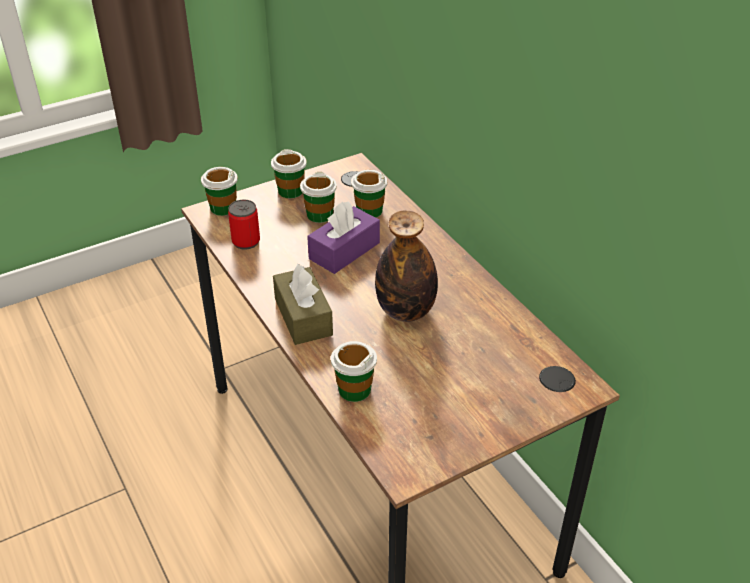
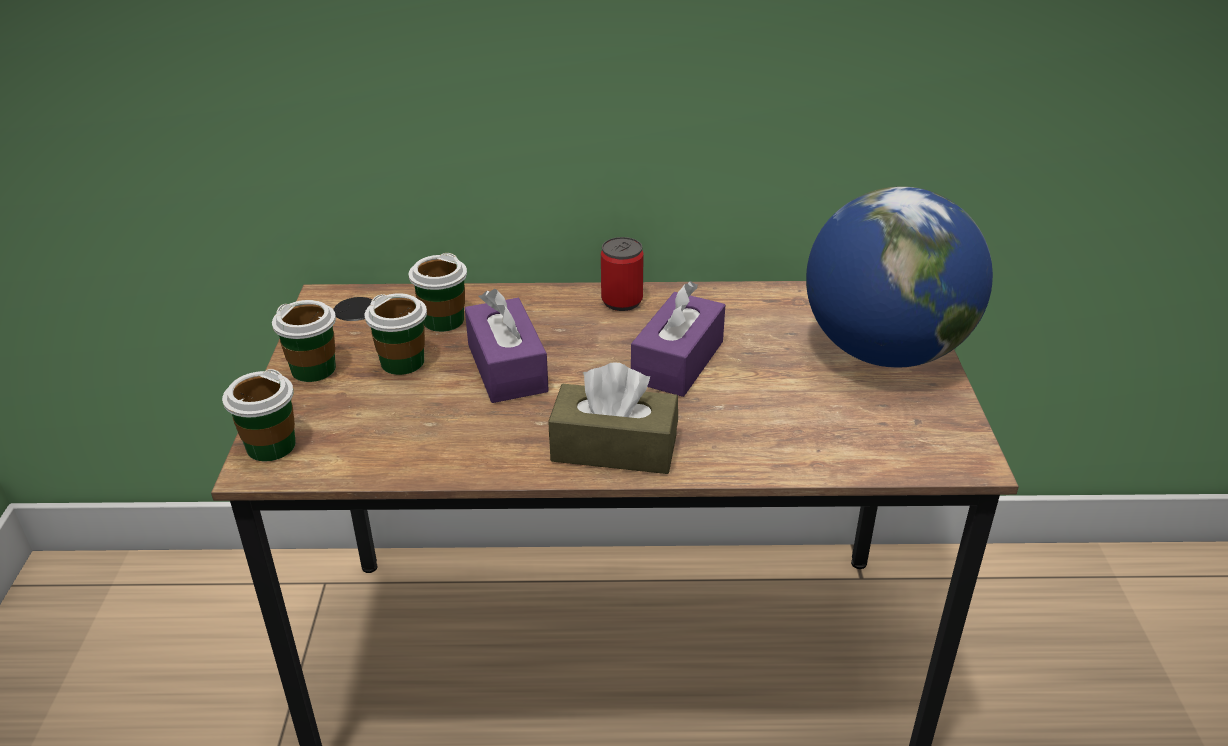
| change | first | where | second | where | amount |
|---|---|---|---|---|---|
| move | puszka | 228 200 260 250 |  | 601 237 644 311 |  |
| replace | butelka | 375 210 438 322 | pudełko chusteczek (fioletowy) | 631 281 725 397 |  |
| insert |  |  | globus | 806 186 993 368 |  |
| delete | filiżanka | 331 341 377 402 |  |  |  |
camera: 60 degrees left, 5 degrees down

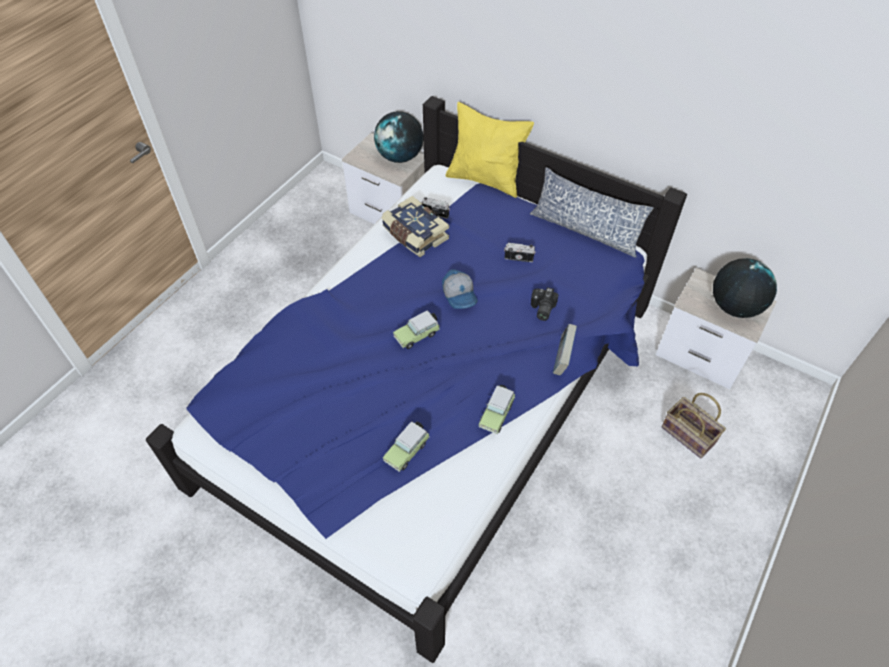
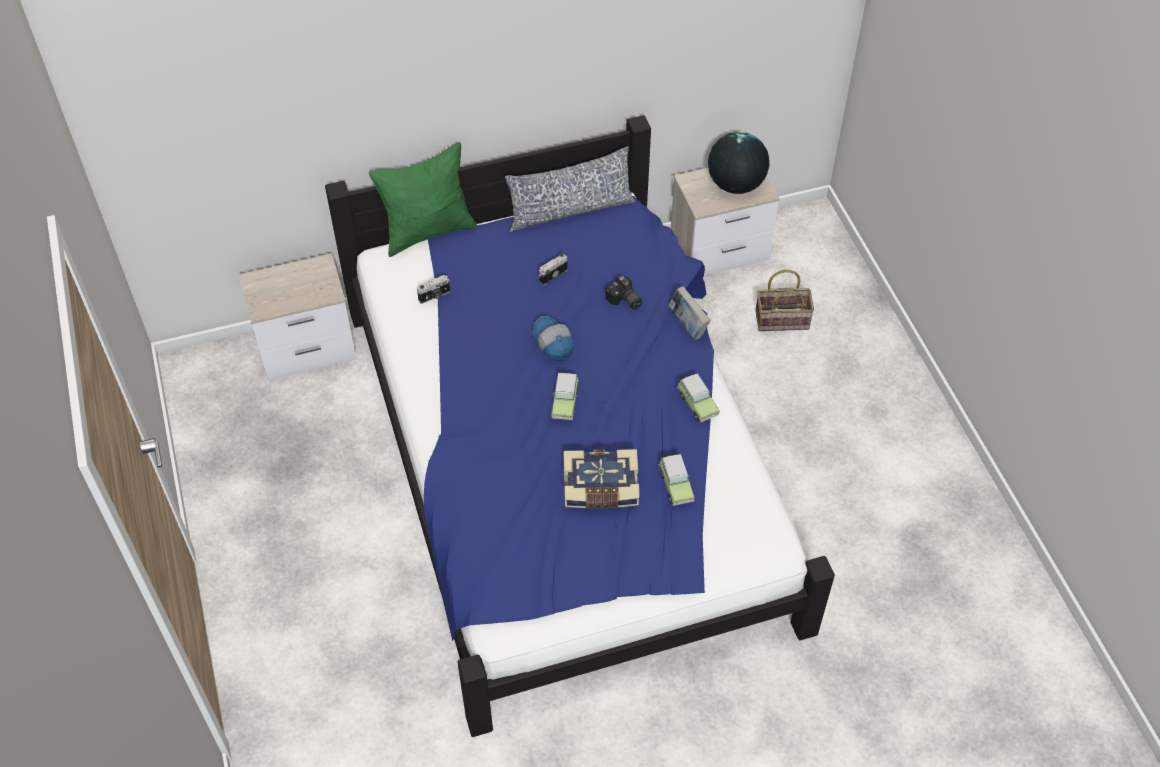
| change | first | where | second | where | amount |
|---|---|---|---|---|---|
| recolor | poduszka (żółty) | 446 102 534 198 | poduszka (zielony) | 369 142 477 257 |  |
| rotate | czapka z daszkiem | 442 269 478 309 |  | 532 316 574 361 | 135 degrees counterclockwise |
| move | książka | 381 196 449 257 |  | 563 449 639 508 |  |
| delete | globus | 374 111 424 163 |  |  |  |
camera: 50 degrees left, 0 degrees up

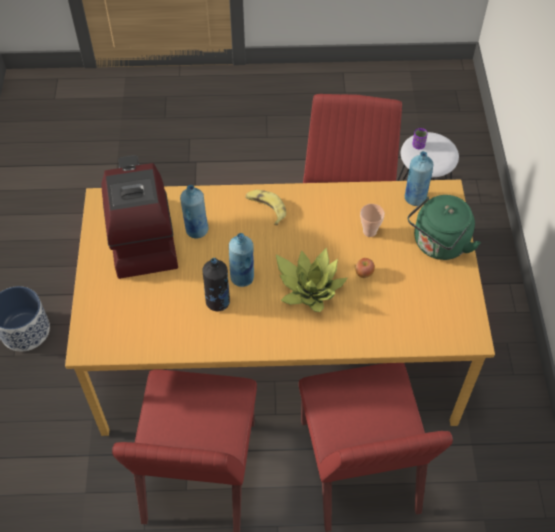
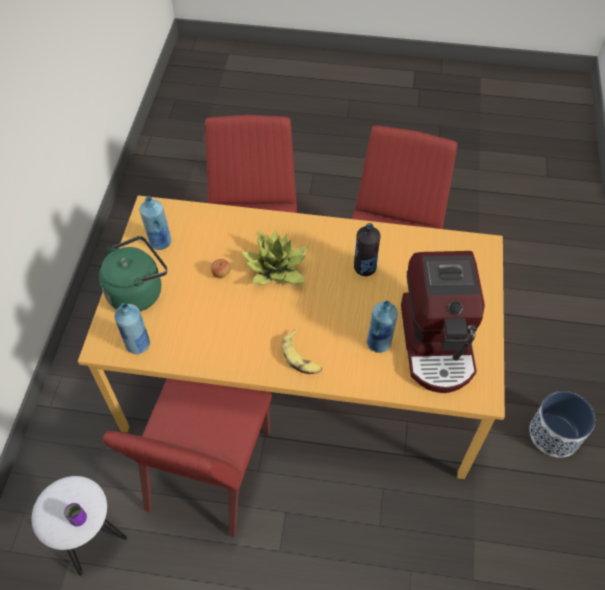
| change | first | where | second | where | amount |
|---|---|---|---|---|---|
| move | butelka (niebieski) | 229 233 254 287 |  | 140 196 171 250 |  |
| delete | filiżanka | 360 204 385 237 |  |  |  |
camera: 170 degrees left, 0 degrees up

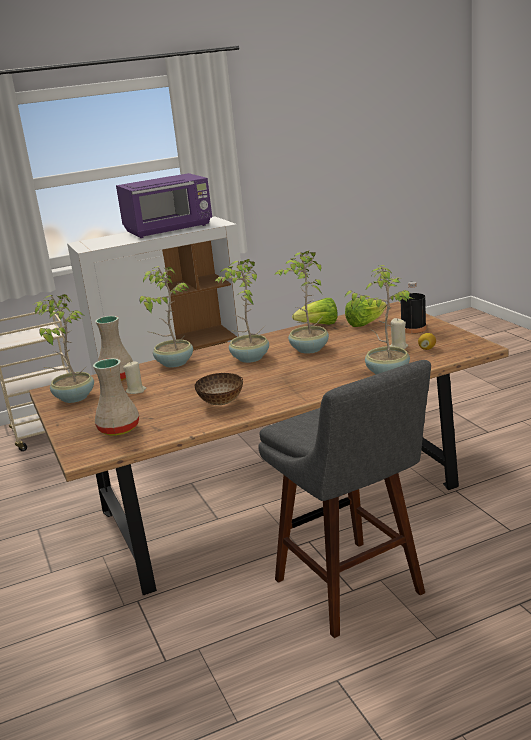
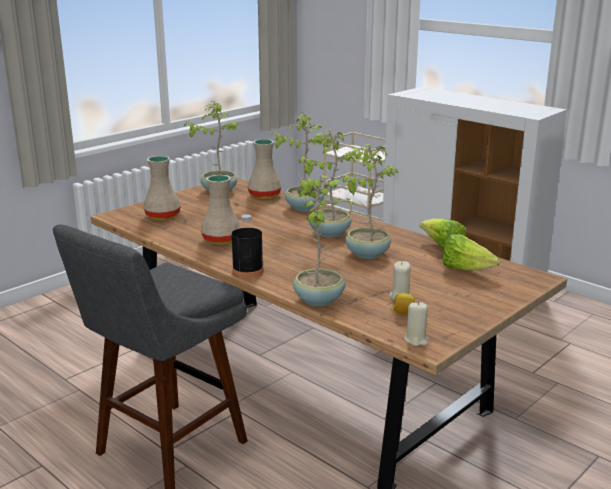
| change | first | where | second | where | amount |
|---|---|---|---|---|---|
| replace | miska | 195 373 243 405 | wazon (beżowy) | 201 175 241 244 |  |
| move | butelka (czarny) | 401 281 427 334 |  | 232 214 263 278 |  |
| move | świeca (beżowy) | 123 362 146 394 |  | 404 302 428 346 |  |
| delete | mikrofalówka (fioletowy) | 116 173 212 238 |  |  |  |
camera: 65 degrees right, 0 degrees up

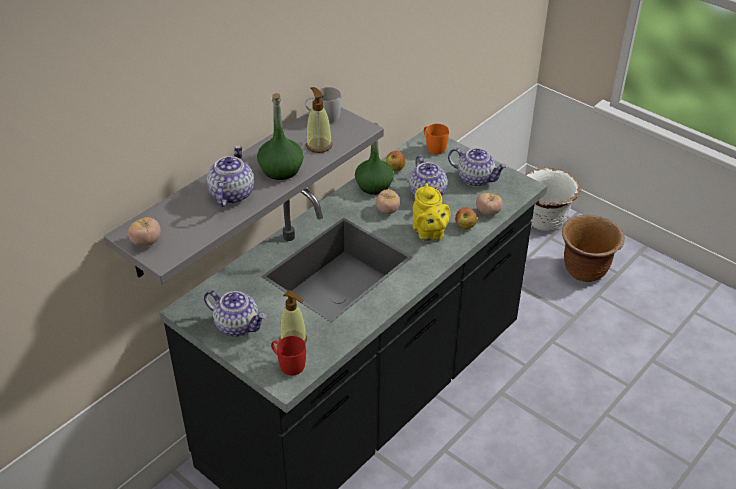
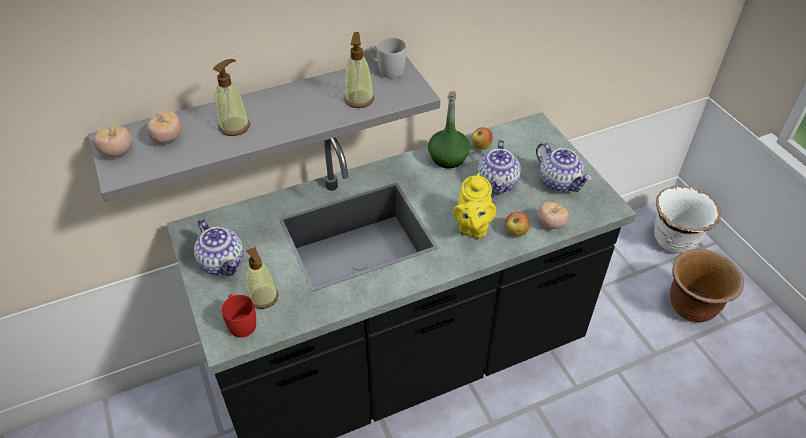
| change | first | where | second | where | amount |
|---|---|---|---|---|---|
| move | pomidor | 376 189 400 214 |  | 147 111 182 144 |  |
| replace | imbryk | 207 145 254 207 | dozownik mydła | 213 59 250 136 |  |
| delete | butelka (zielony) | 257 93 304 180 |  |  |  |
| delete | kubek (pomarańczowy) | 424 124 449 155 |  |  |  |
camera: 25 degrees right, 5 degrees up

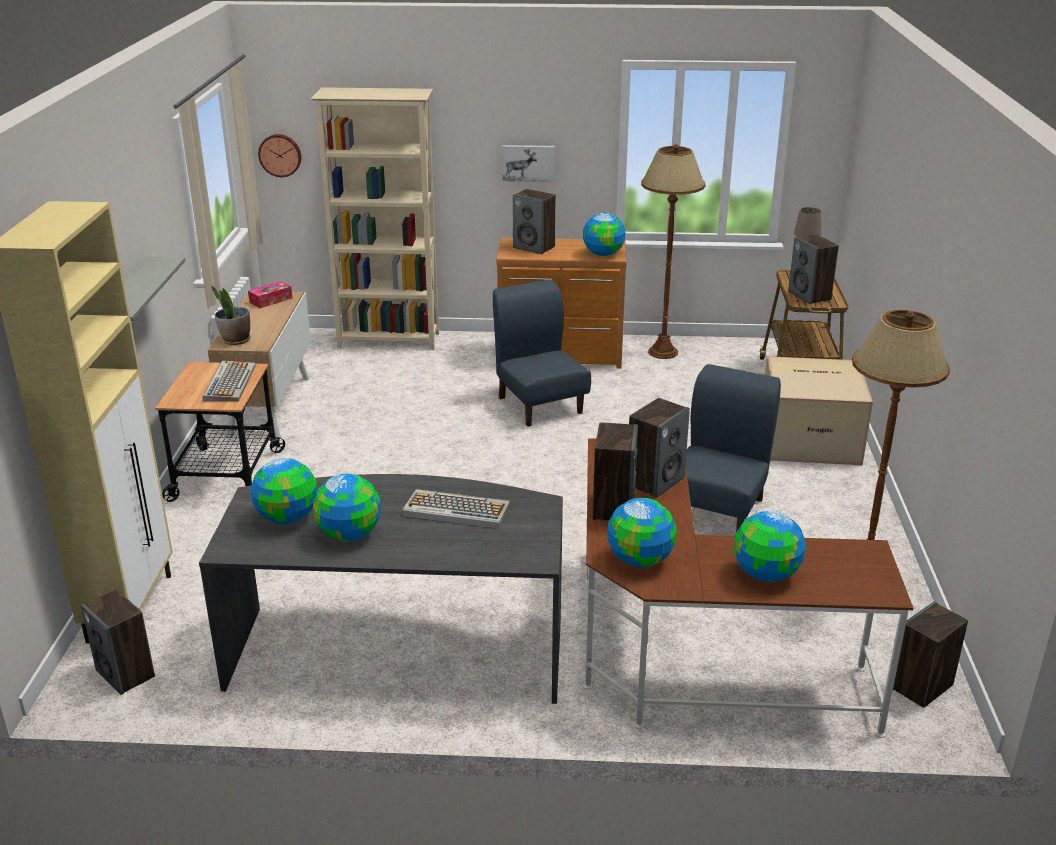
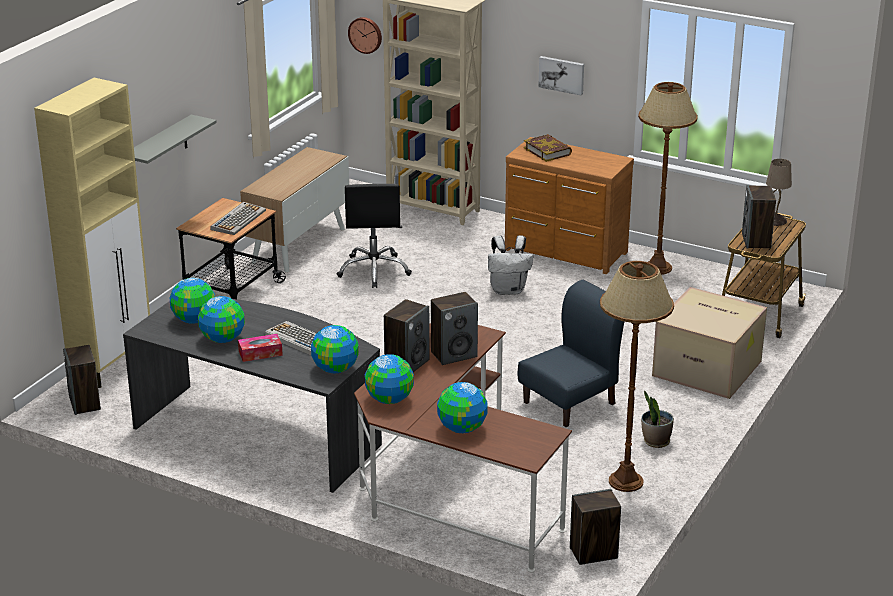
| change | first | where | second | where | amount |
|---|---|---|---|---|---|
| move | pudełko chusteczek | 248 281 292 308 |  | 238 334 283 362 |  |
| move | globus | 583 213 626 256 |  | 311 325 359 373 |  |
| insert |  |  | krzesło biurowe (czarny) | 337 184 412 288 |  |
| replace | krzesło (niebieski) | 493 279 591 427 | plecak (biały) | 488 235 533 295 |  |
| replace | głośnik | 513 189 556 254 | książka | 524 134 572 162 |  |
| move | roślina doniczkowa | 212 286 251 345 |  | 641 390 674 448 |  |
camera: 25 degrees right, 0 degrees up

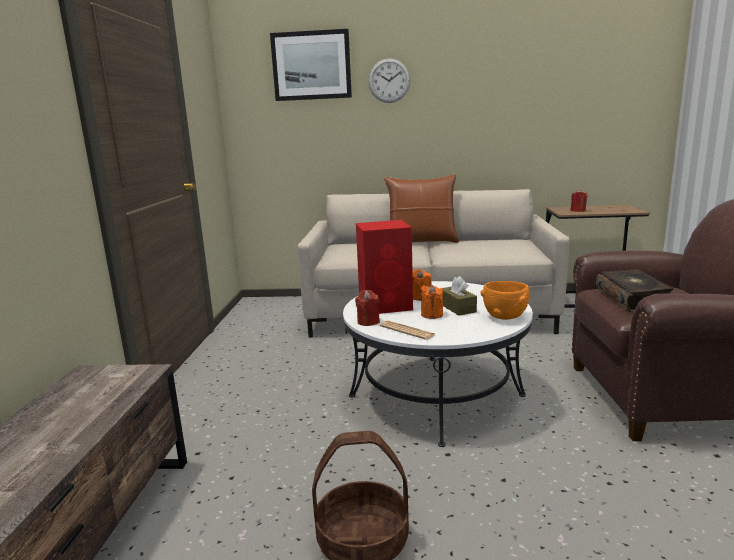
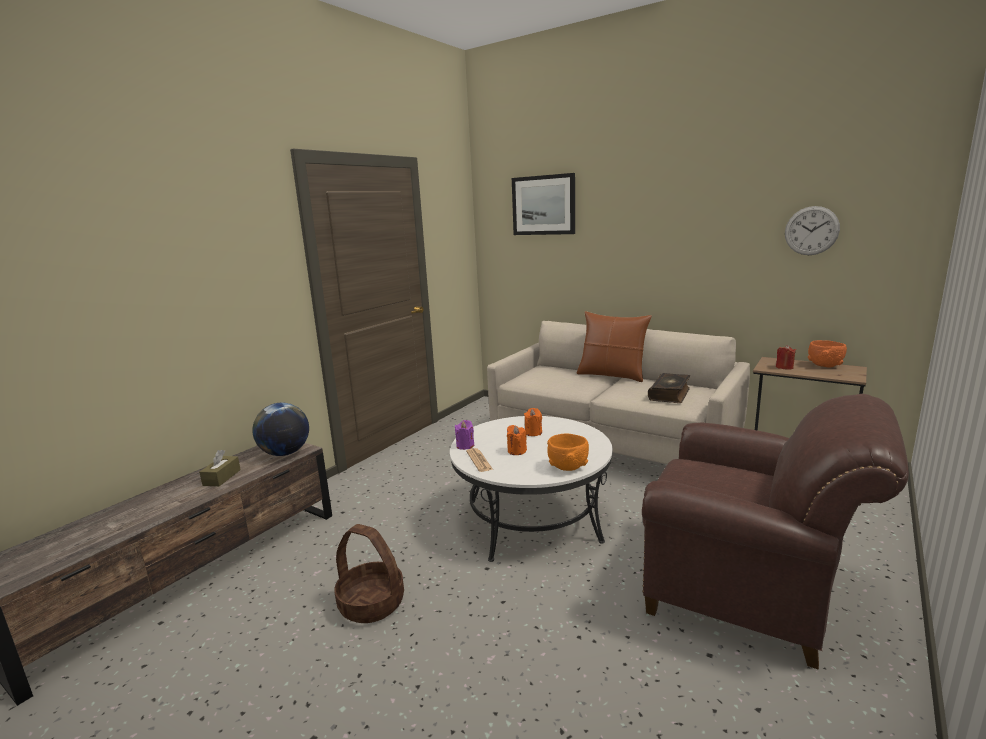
| change | first | where | second | where | amount |
|---|---|---|---|---|---|
| move | pudełko chusteczek (brązowy) | 442 276 477 316 |  | 199 450 241 486 |  |
| insert |  |  | globus | 252 403 309 456 |  |
| recolor | świeca (czerwony) | 355 290 380 326 | świeca (fioletowy) | 455 420 474 450 |  |
| move | książka | 596 269 674 312 |  | 648 373 690 403 |  |
| move | zegar ścienny | 369 58 410 103 |  | 785 206 840 255 |  |
| insert |  |  | miska (pomarańczowy) | 808 340 847 367 |  |
| delete | głośnik (czerwony) | 356 220 413 314 |  |  |  |
camera: 30 degrees right, 0 degrees up

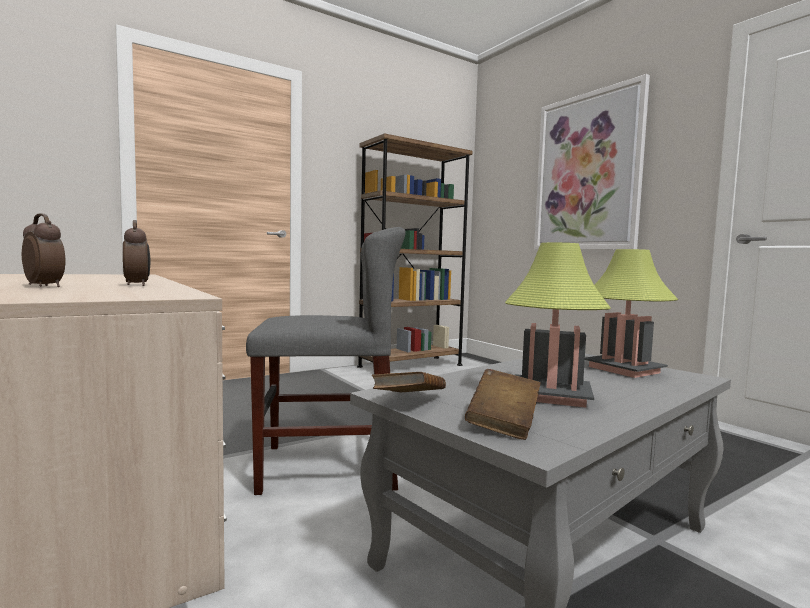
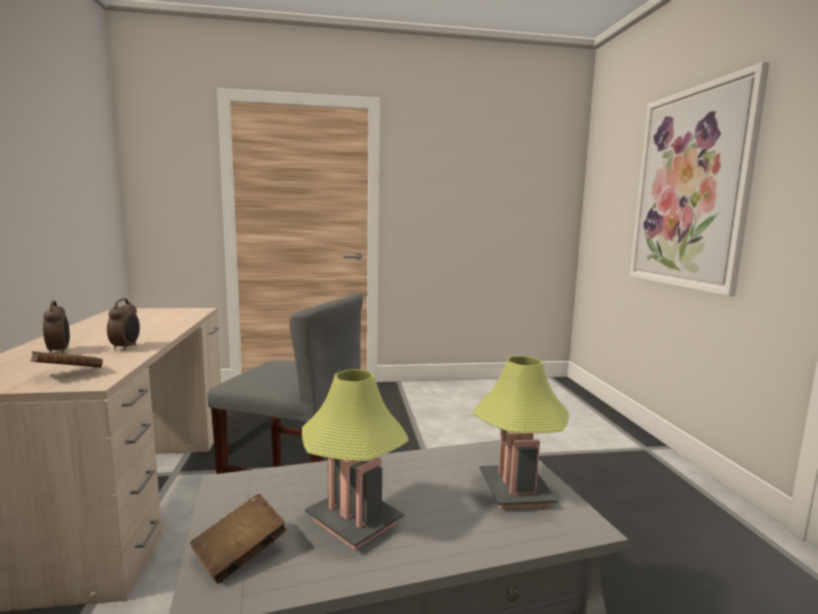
| change | first | where | second | where | amount |
|---|---|---|---|---|---|
| move | książka (brązowy) | 372 372 446 392 |  | 30 351 103 368 |  |
| delete | regał (brązowy) | 357 133 472 368 |  |  |  |
camera: 25 degrees right, 5 degrees up

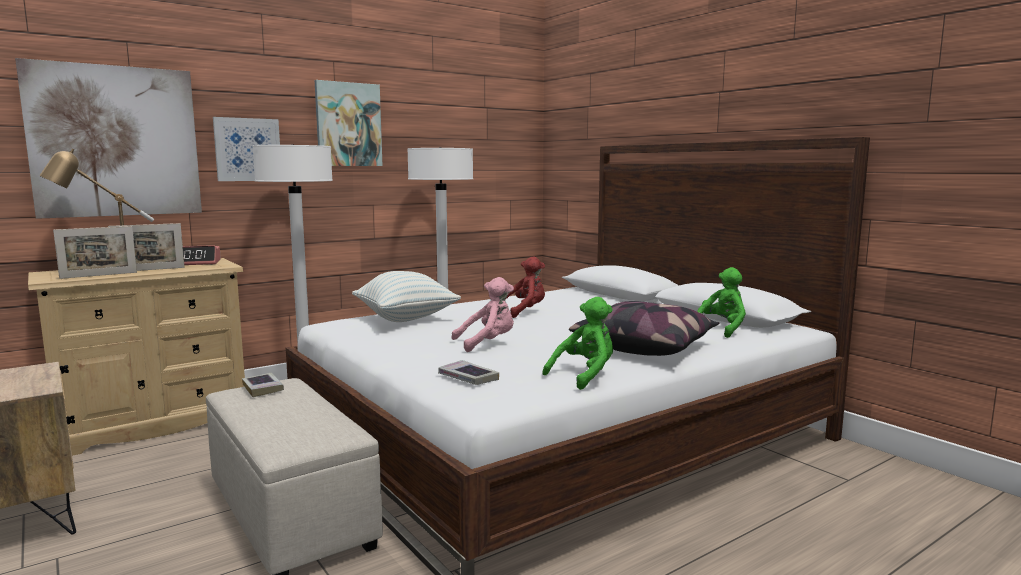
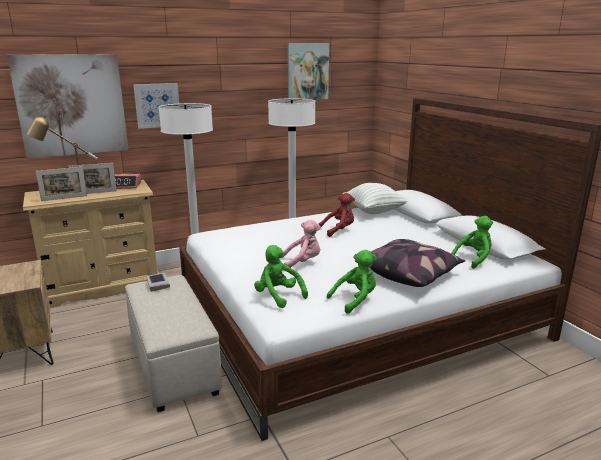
| change | first | where | second | where | amount |
|---|---|---|---|---|---|
| replace | książka | 438 360 499 385 | pluszak (zielony) | 254 245 308 308 |  |
| move | obraz | 315 80 383 166 |  | 288 43 329 100 |  |
| move | poduszka | 352 271 461 322 |  | 343 183 408 214 |  |
camera: 10 degrees right, 10 degrees up

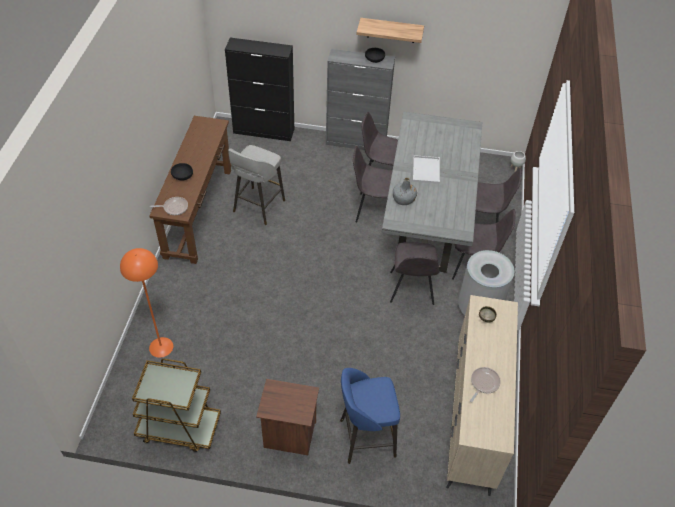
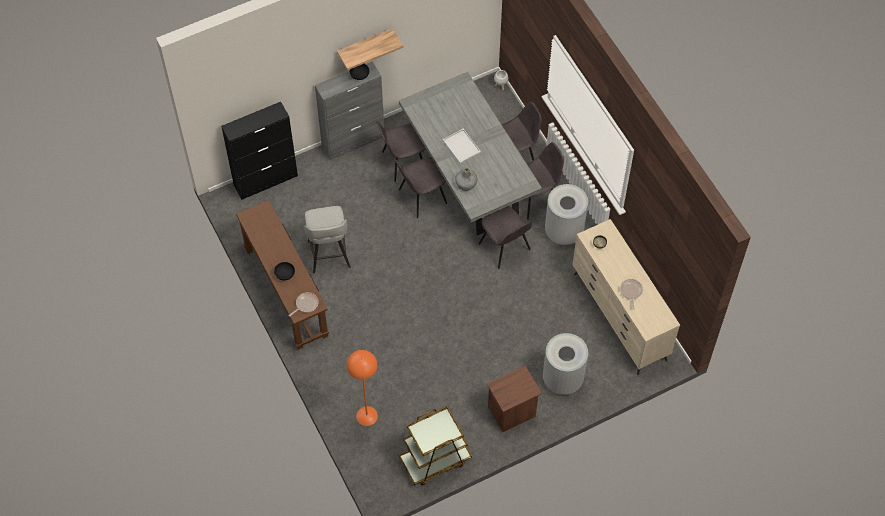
| change | first | where | second | where | amount |
|---|---|---|---|---|---|
| replace | stołek (niebieski) | 340 368 400 464 | kosz na śmieci (szary) | 543 333 588 395 |  |
camera: 35 degrees left, 10 degrees up

